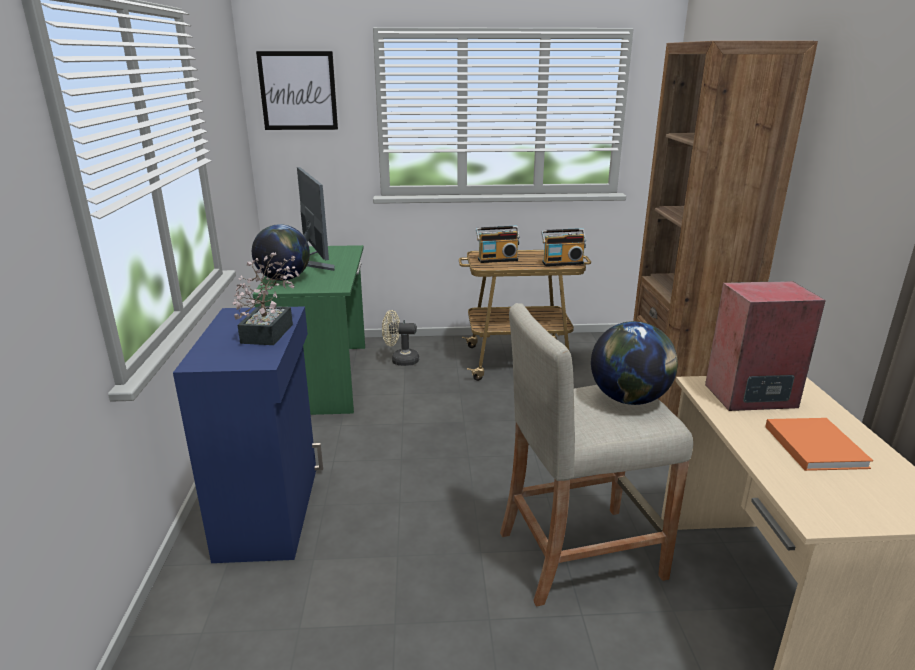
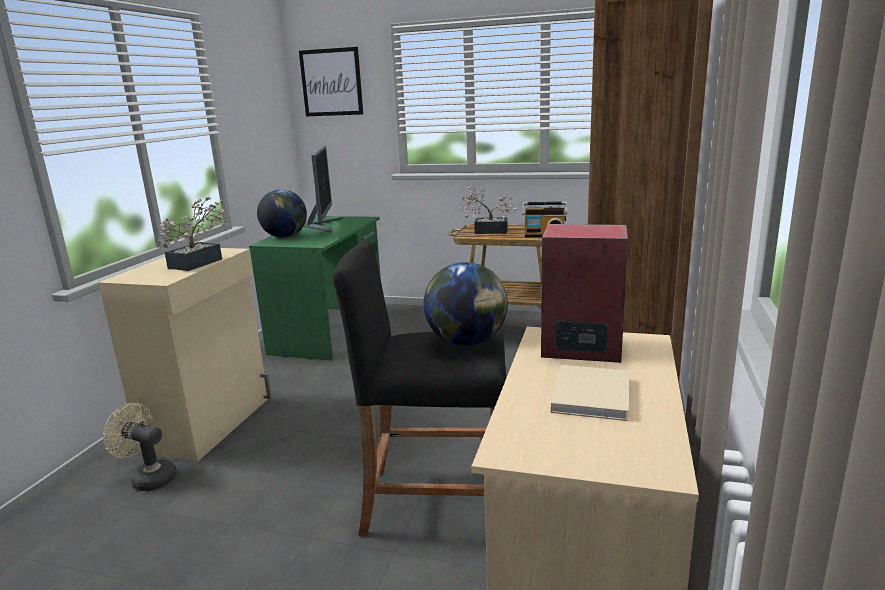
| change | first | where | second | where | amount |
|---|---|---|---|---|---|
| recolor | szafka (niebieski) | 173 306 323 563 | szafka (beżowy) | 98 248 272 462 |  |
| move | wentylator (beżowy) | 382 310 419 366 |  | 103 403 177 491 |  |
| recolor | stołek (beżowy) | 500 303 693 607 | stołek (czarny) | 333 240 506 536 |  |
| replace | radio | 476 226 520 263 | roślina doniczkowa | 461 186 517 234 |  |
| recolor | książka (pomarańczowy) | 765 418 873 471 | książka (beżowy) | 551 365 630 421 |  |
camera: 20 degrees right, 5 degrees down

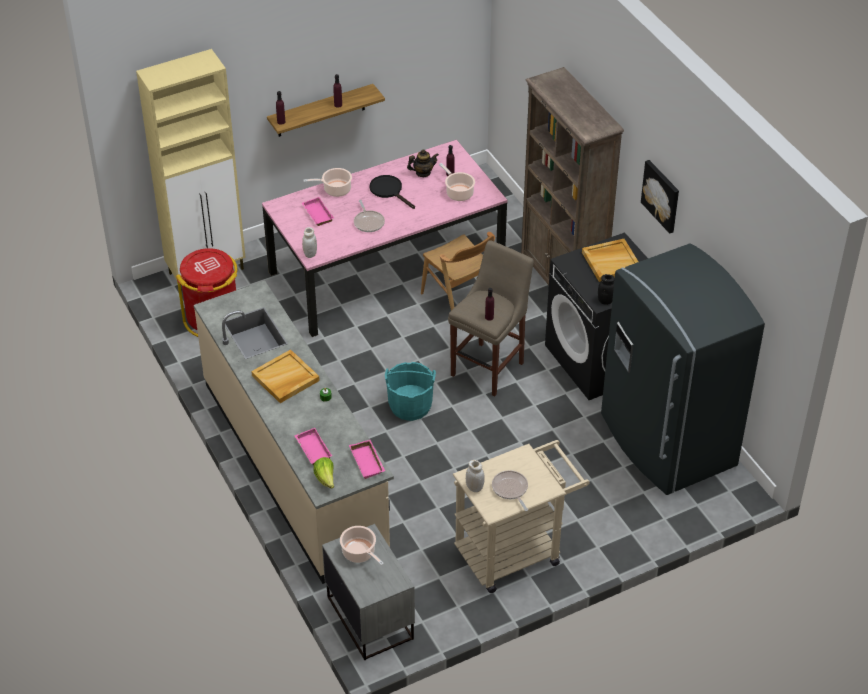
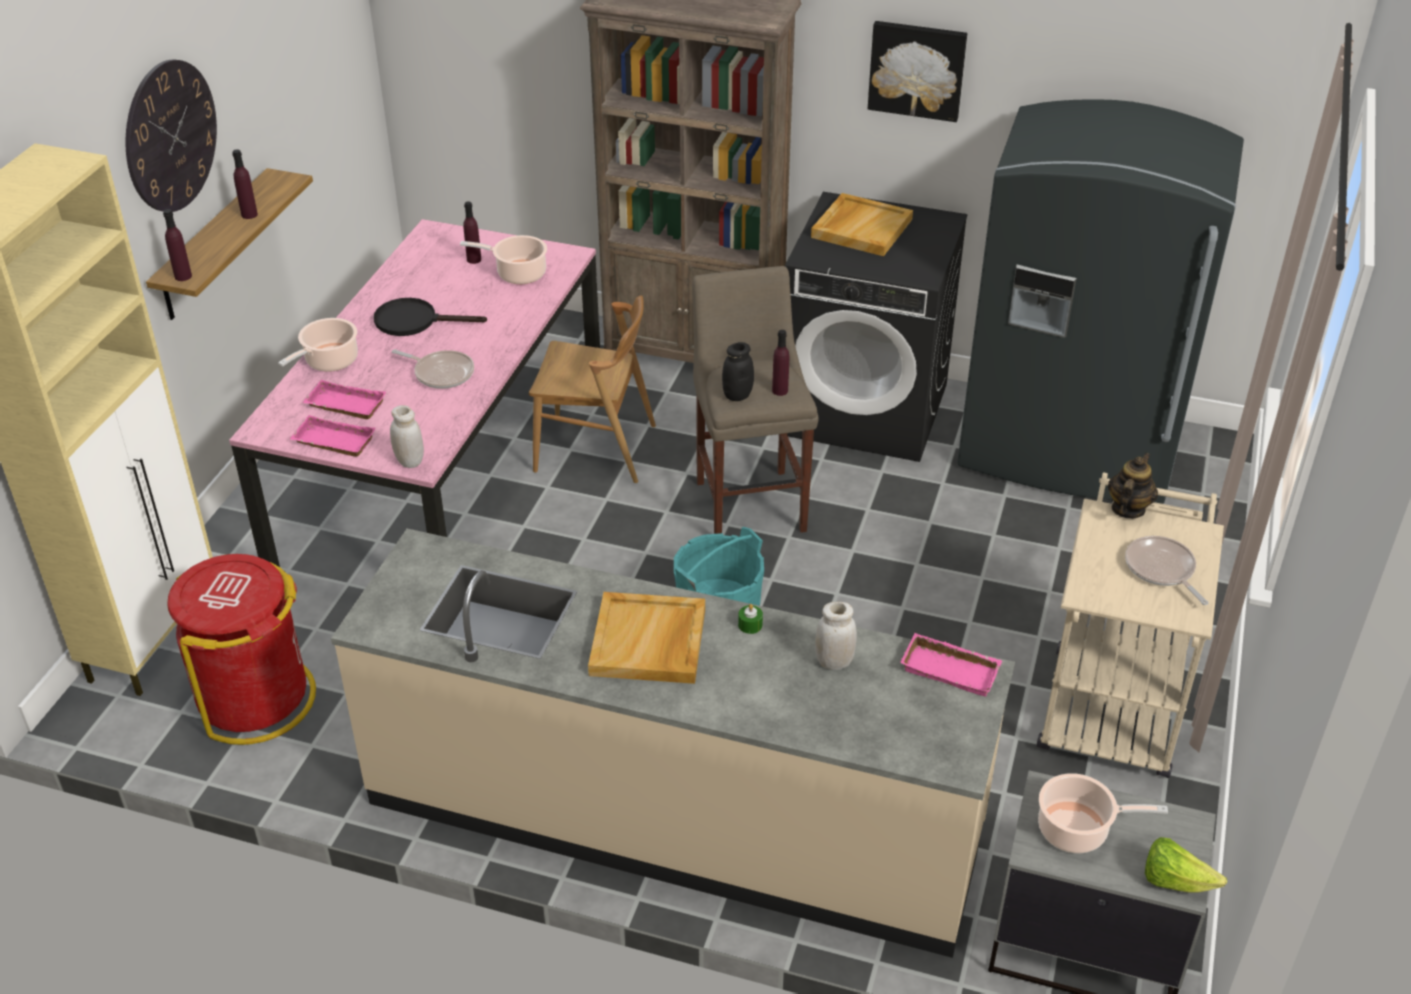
| change | first | where | second | where | amount |
|---|---|---|---|---|---|
| insert |  |  | zegar ścienny | 126 59 217 212 |  |
| move | taca (różowy) | 294 428 332 465 |  | 290 415 376 457 |  |
| move | słoik (czarny) | 598 274 615 305 |  | 722 342 754 401 |  |
| move | słoik (biały) | 466 460 485 492 |  | 815 602 857 670 |  |
| move | imbryk | 407 149 439 177 |  | 1108 453 1158 519 |  |
| rotate | patelnia | 492 470 528 511 |  | 1125 536 1209 605 | 45 degrees clockwise |
| move | sałata | 313 457 334 489 |  | 1145 837 1227 893 |  |
camera: 45 degrees left, 5 degrees down

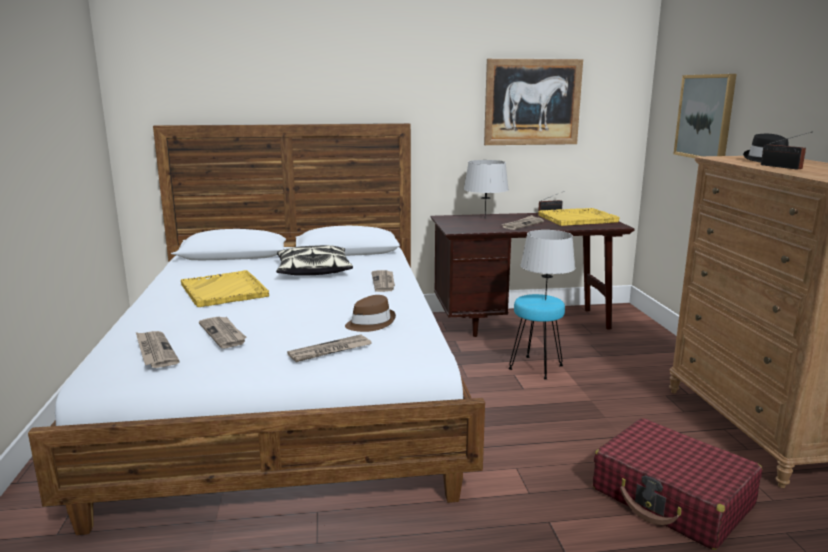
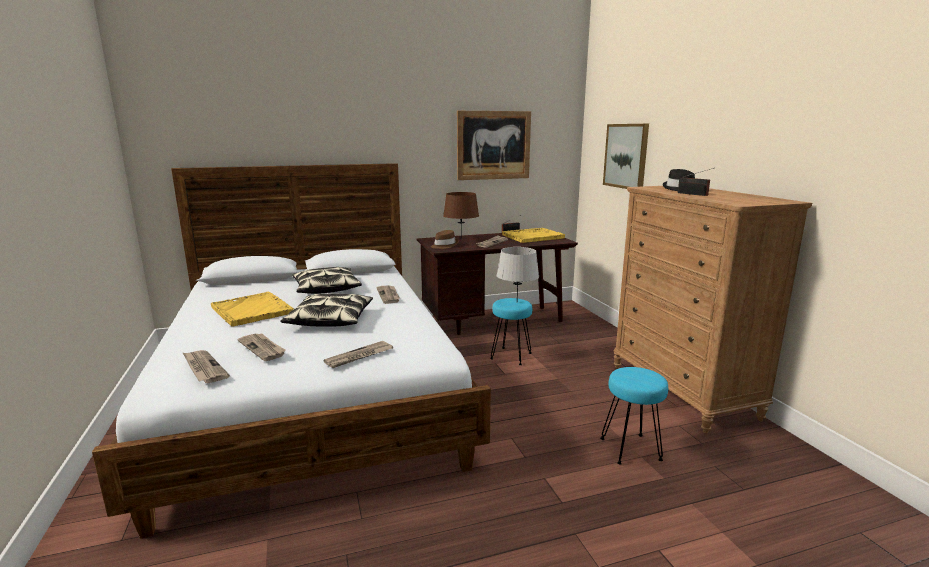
| change | first | where | second | where | amount |
|---|---|---|---|---|---|
| insert |  |  | poduszka | 281 294 373 327 |  |
| move | kapelusz (brązowy) | 345 295 396 332 |  | 431 230 458 249 |  |
| recolor | lampa stołowa (szary) | 464 160 509 219 | lampa stołowa (brązowy) | 443 192 479 239 |  |
| replace | walizka (czerwony) | 593 418 763 550 | stołek (turkusowy) | 600 367 668 465 |  |
camera: 10 degrees left, 0 degrees up

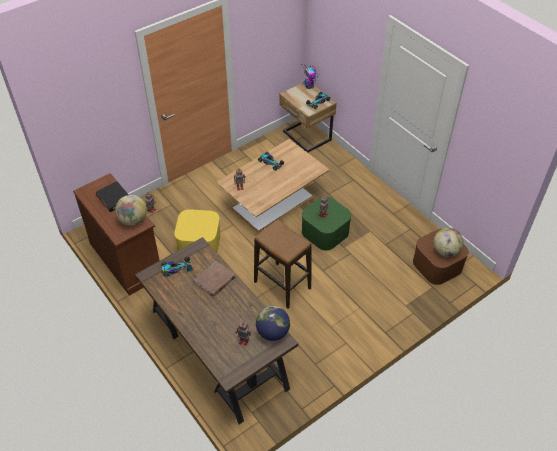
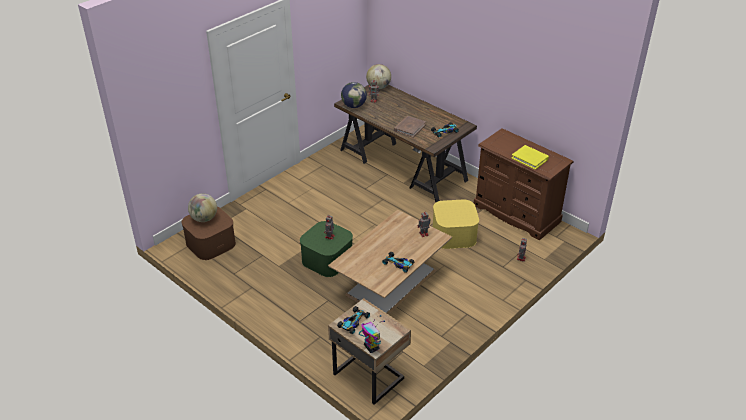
| change | first | where | second | where | amount |
|---|---|---|---|---|---|
| move | globus | 115 195 147 226 |  | 366 64 391 89 |  |
| recolor | książka (czarny) | 96 181 128 212 | książka (żółty) | 511 145 549 170 |  |
| delete | stołek | 254 219 311 309 |  |  |  |
camera: 170 degrees right, 10 degrees down

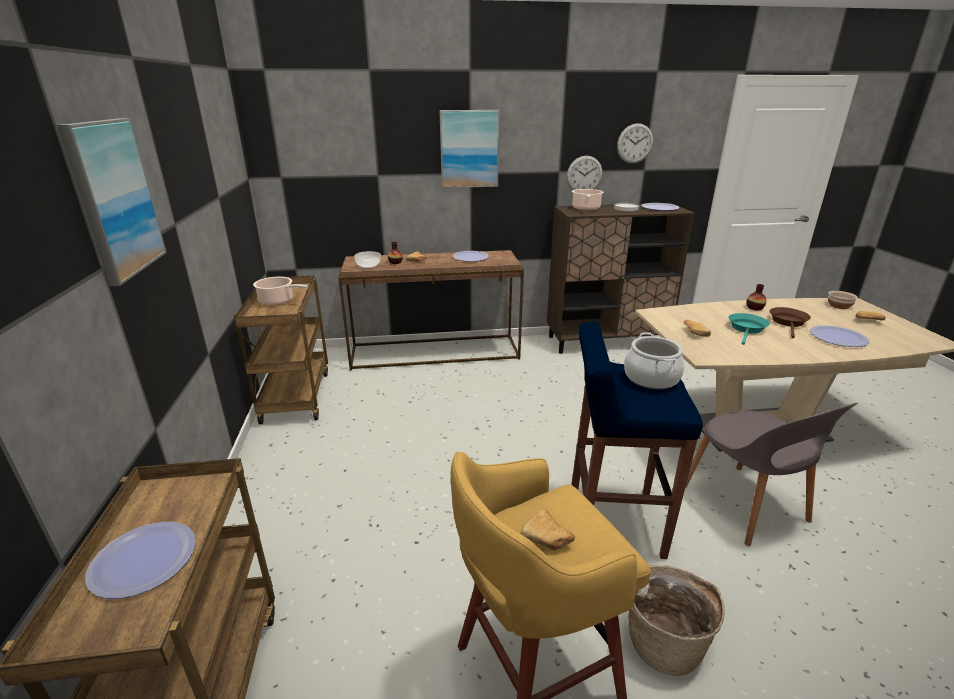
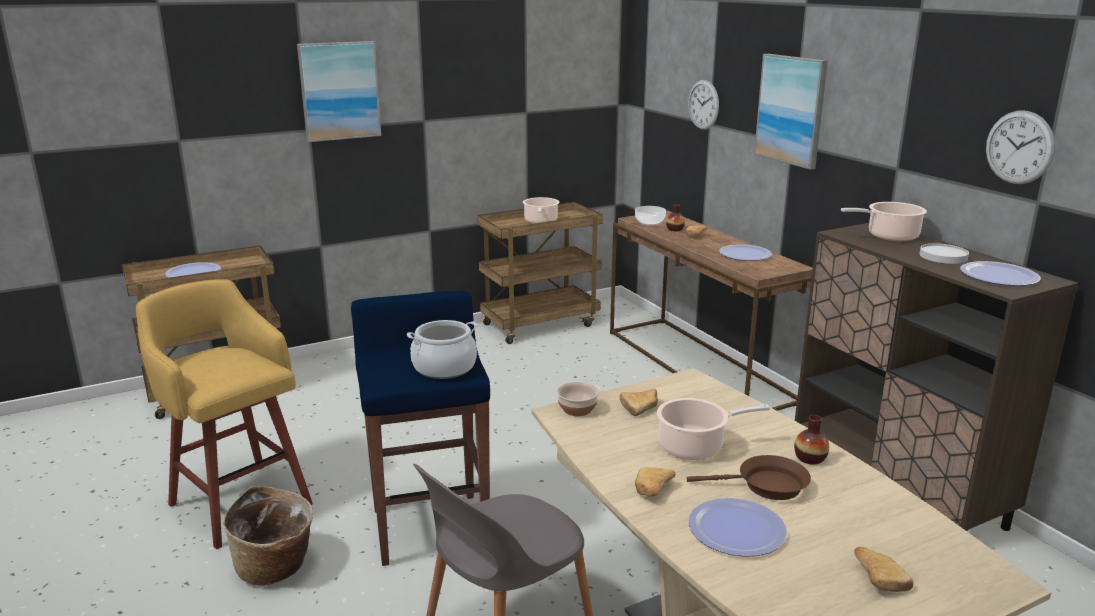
| change | first | where | second | where | amount |
|---|---|---|---|---|---|
| move | miska | 828 291 857 309 |  | 557 382 599 416 |  |
| move | chleb | 520 509 575 550 |  | 635 467 675 497 |  |
| replace | patelnia (turkusowy) | 728 313 770 345 | garnek | 657 398 770 460 |  |
| move | zegar ścienny | 567 156 603 190 |  | 688 80 719 130 |  |
camera: 70 degrees right, 5 degrees down

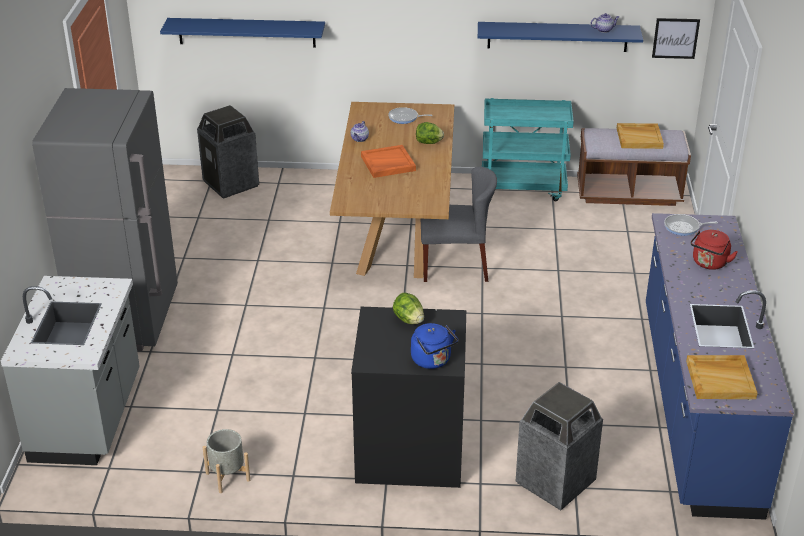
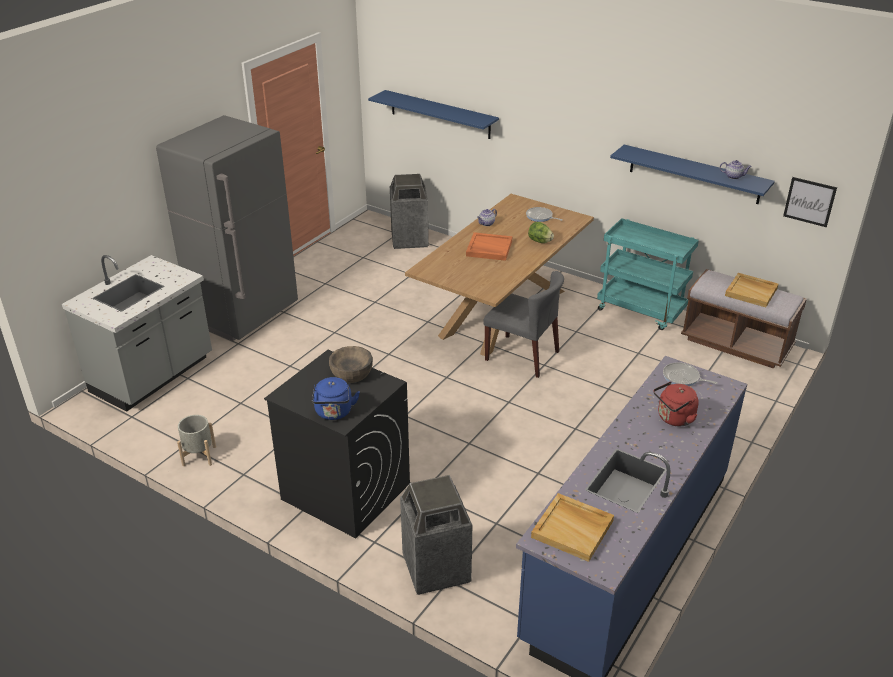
| change | first | where | second | where | amount |
|---|---|---|---|---|---|
| replace | sałata | 393 292 424 324 | miska (brązowy) | 329 346 373 383 |  |
camera: 30 degrees right, 0 degrees up

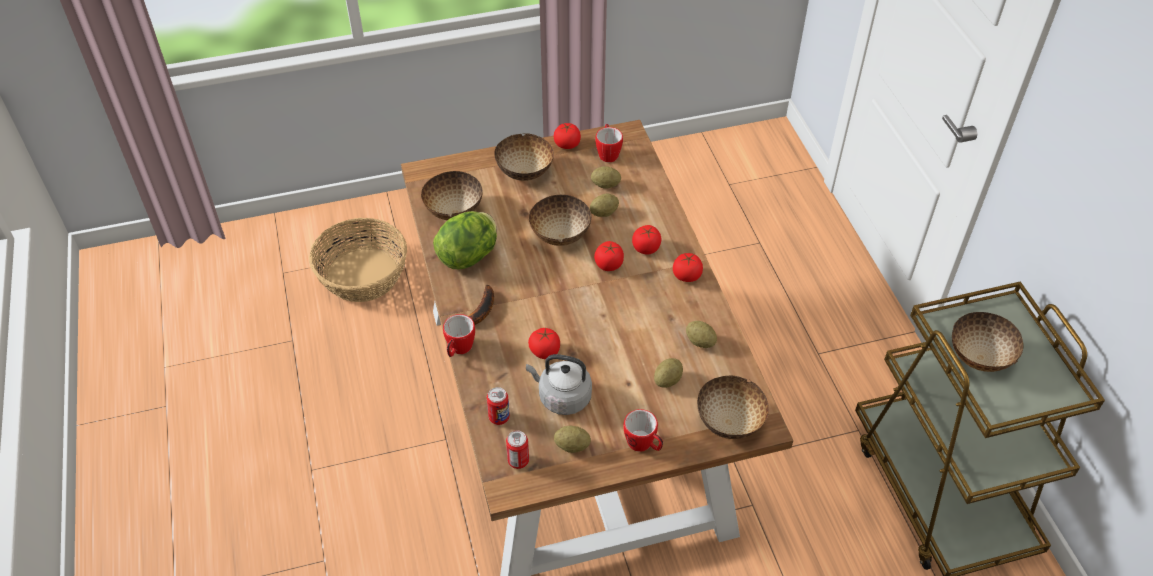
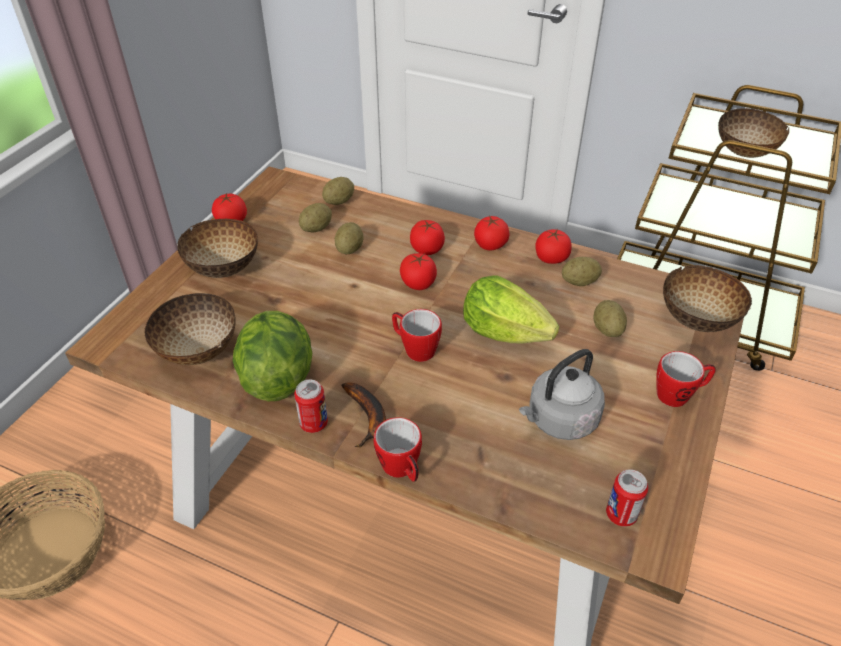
| change | first | where | second | where | amount |
|---|---|---|---|---|---|
| move | puszka | 487 387 510 425 |  | 294 380 328 433 |  |
| move | ziemniak | 554 426 591 453 |  | 322 177 354 205 |  |
| move | kubek | 595 124 623 162 |  | 392 309 442 362 |  |
| insert |  |  | sałata | 463 276 560 344 |  |
| move | pomidor | 528 327 560 359 |  | 535 229 572 264 |  |
| delete | miska | 529 195 591 246 |  |  |  |
camera: 50 degrees left, 5 degrees down

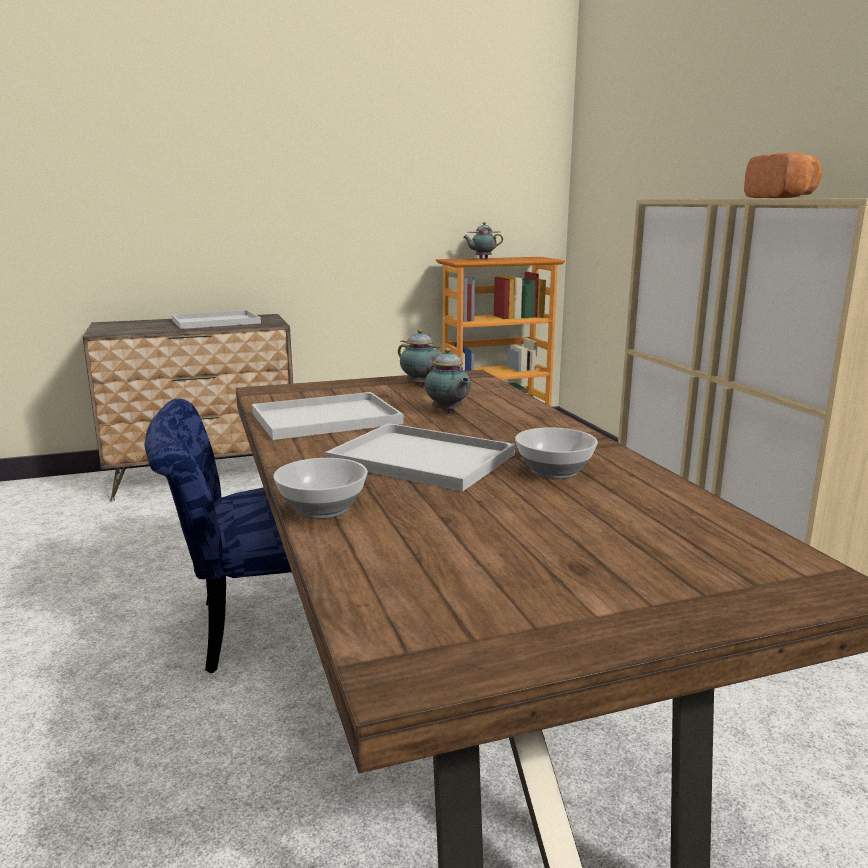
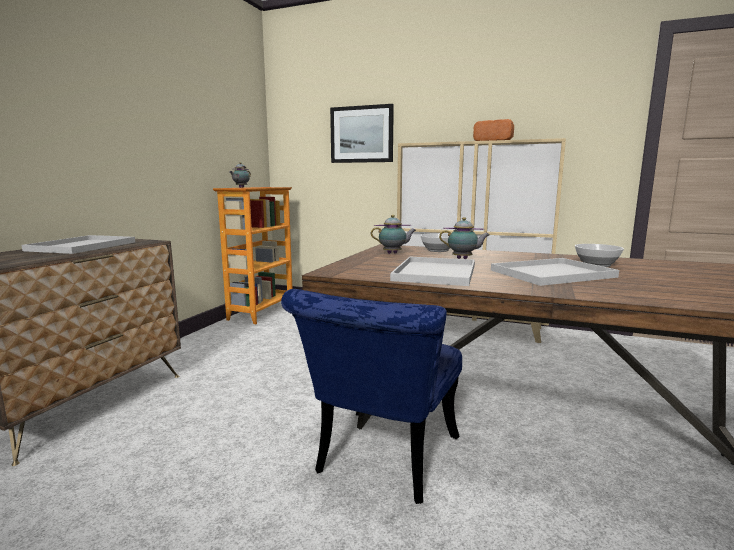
| change | first | where | second | where | amount |
|---|---|---|---|---|---|
| insert |  |  | obraz | 330 104 394 163 |  |
| move | miska | 273 458 368 519 |  | 420 233 450 252 |  |
camera: 50 degrees left, 5 degrees down

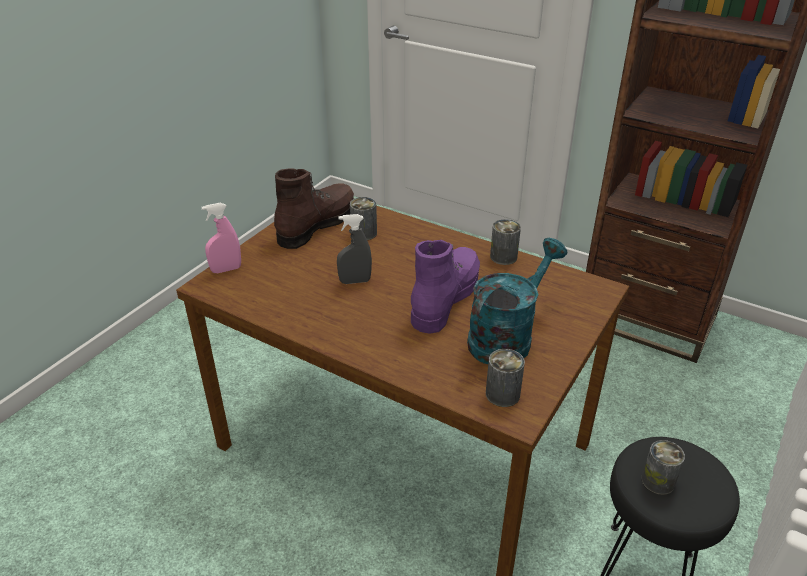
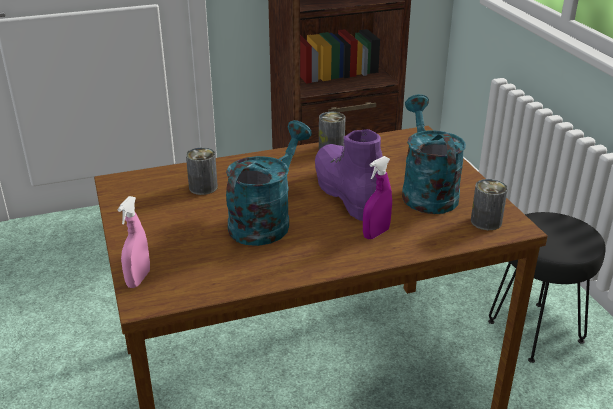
| change | first | where | second | where | amount |
|---|---|---|---|---|---|
| replace | spryskiwacz (szary) | 337 214 372 284 | konewka (turkusowy) | 226 120 312 246 |  |
| insert |  |  | spryskiwacz (fioletowy) | 363 156 392 239 |  |
| delete | but z cholewką (brązowy) | 274 168 354 249 |  |  |  |
| delete | puszka | 642 440 685 495 |  |  |  |
camera: 50 degrees left, 5 degrees down

